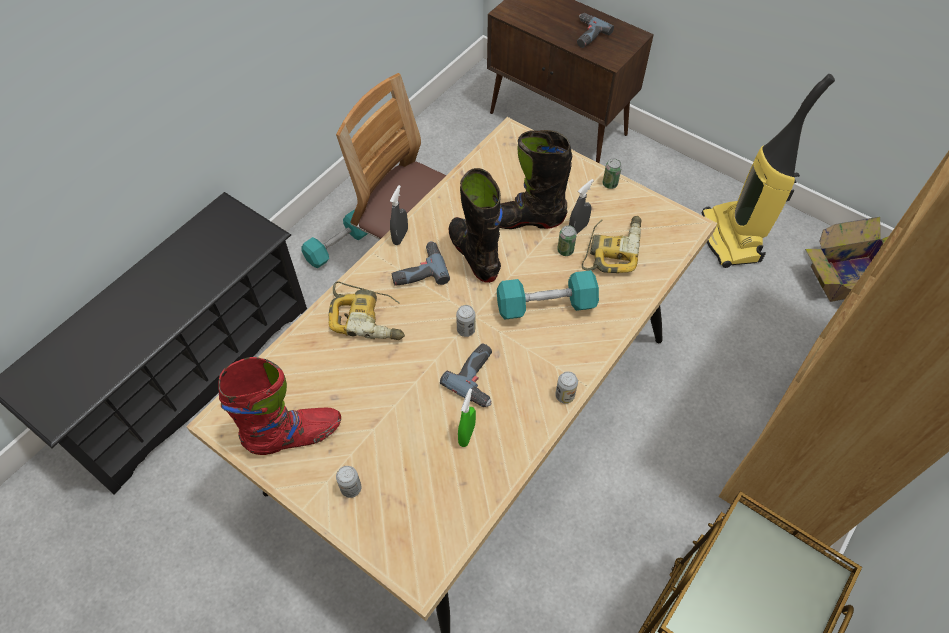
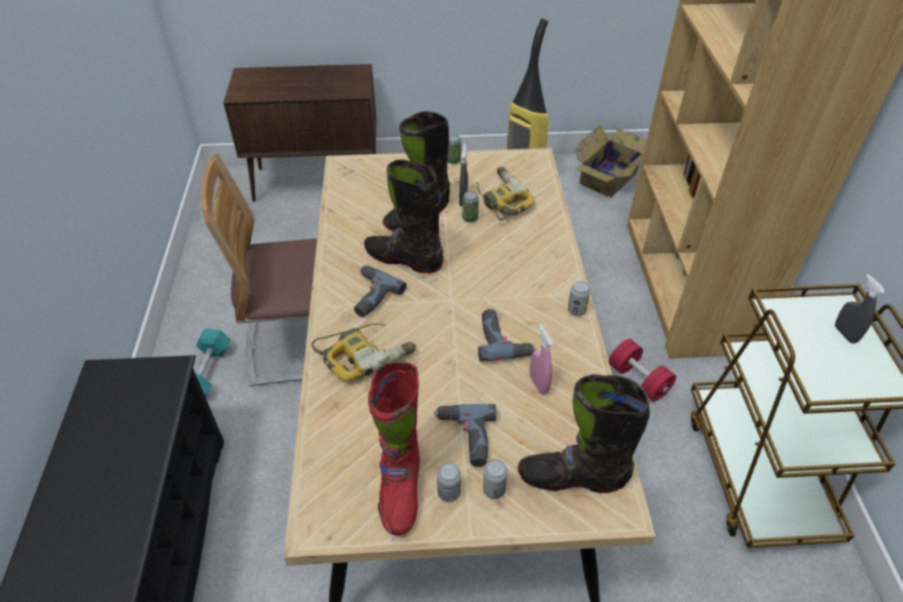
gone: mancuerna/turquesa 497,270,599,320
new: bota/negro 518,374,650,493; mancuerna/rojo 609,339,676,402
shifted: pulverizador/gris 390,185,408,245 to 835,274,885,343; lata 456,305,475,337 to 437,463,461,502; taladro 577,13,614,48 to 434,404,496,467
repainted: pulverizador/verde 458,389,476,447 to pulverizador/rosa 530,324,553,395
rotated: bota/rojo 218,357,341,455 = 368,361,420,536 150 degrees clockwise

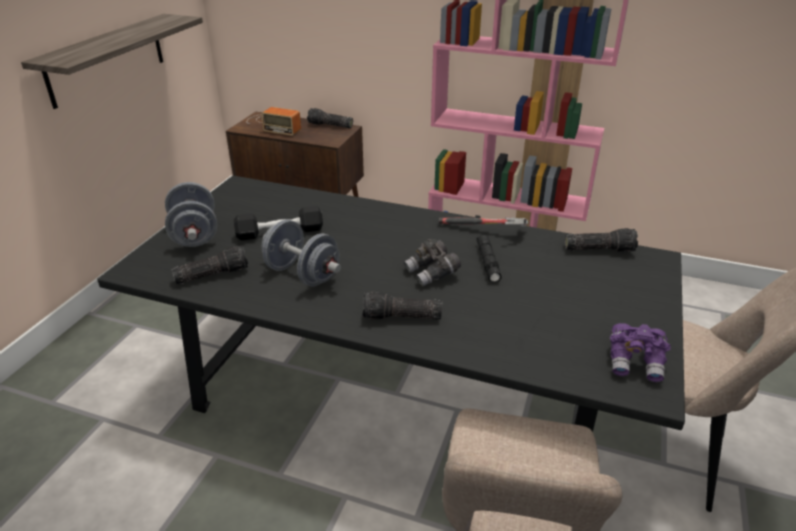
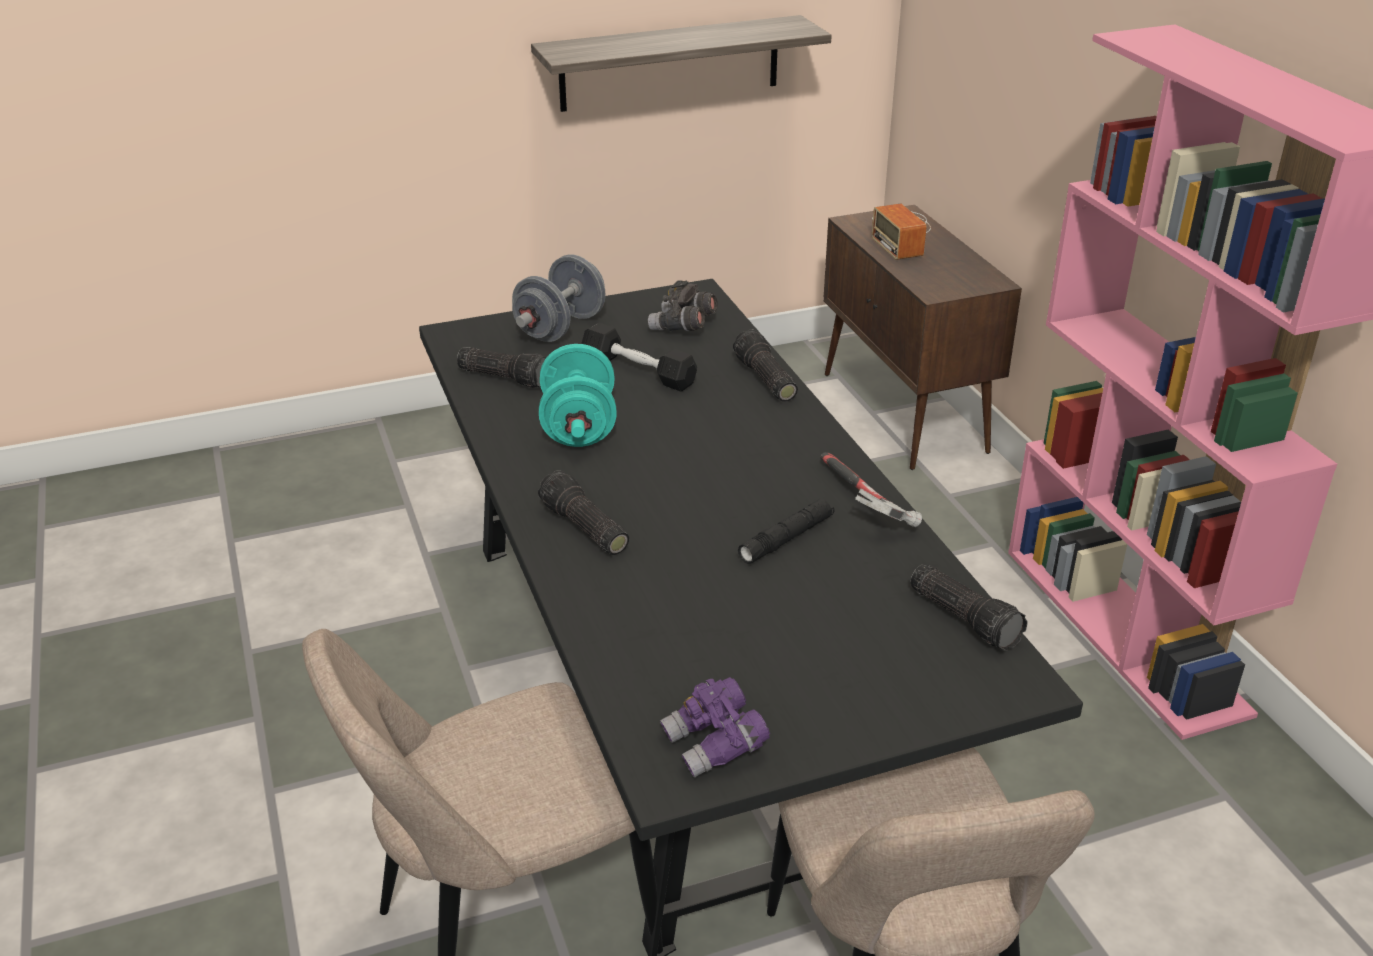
shifted: linterna 307,108,353,128 to 733,329,798,402; prismáticos/gris 404,239,461,286 to 648,280,718,331
repainted: mancuerna/gris 261,220,341,287 to mancuerna/turquesa 539,344,616,447

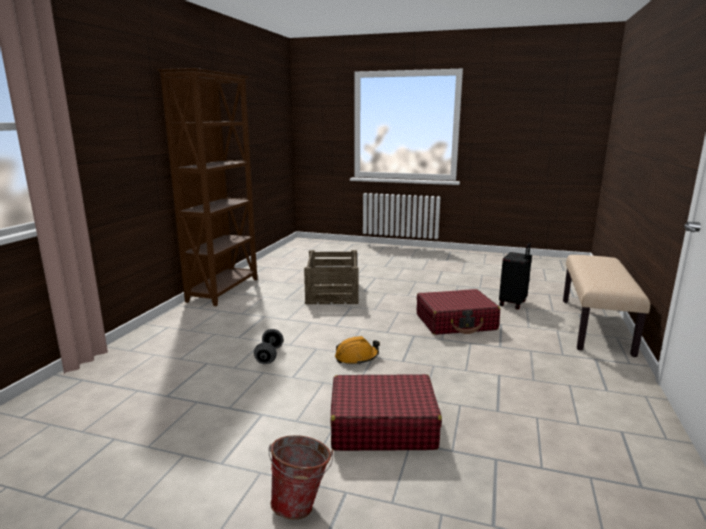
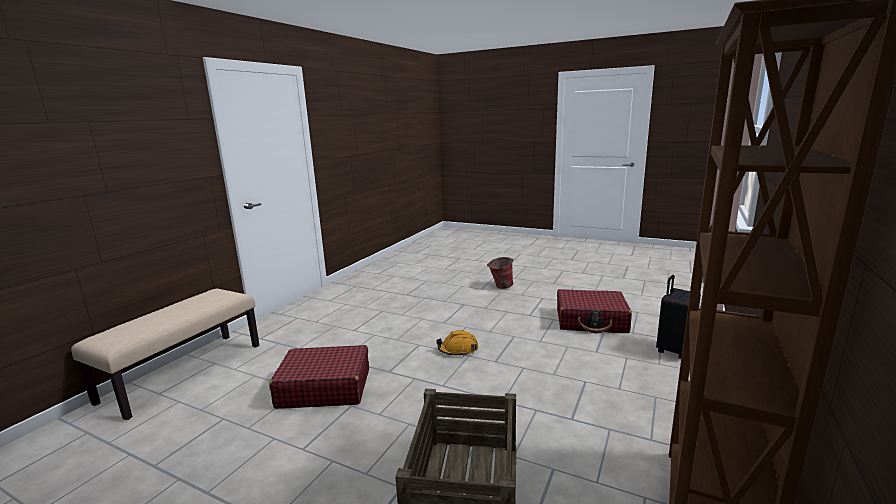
gone: mancuerna/gris 254,329,283,364
shifted: maleta/rojo 331,374,442,451 to 557,289,632,333; maleta/negro 499,243,532,309 to 656,275,701,359

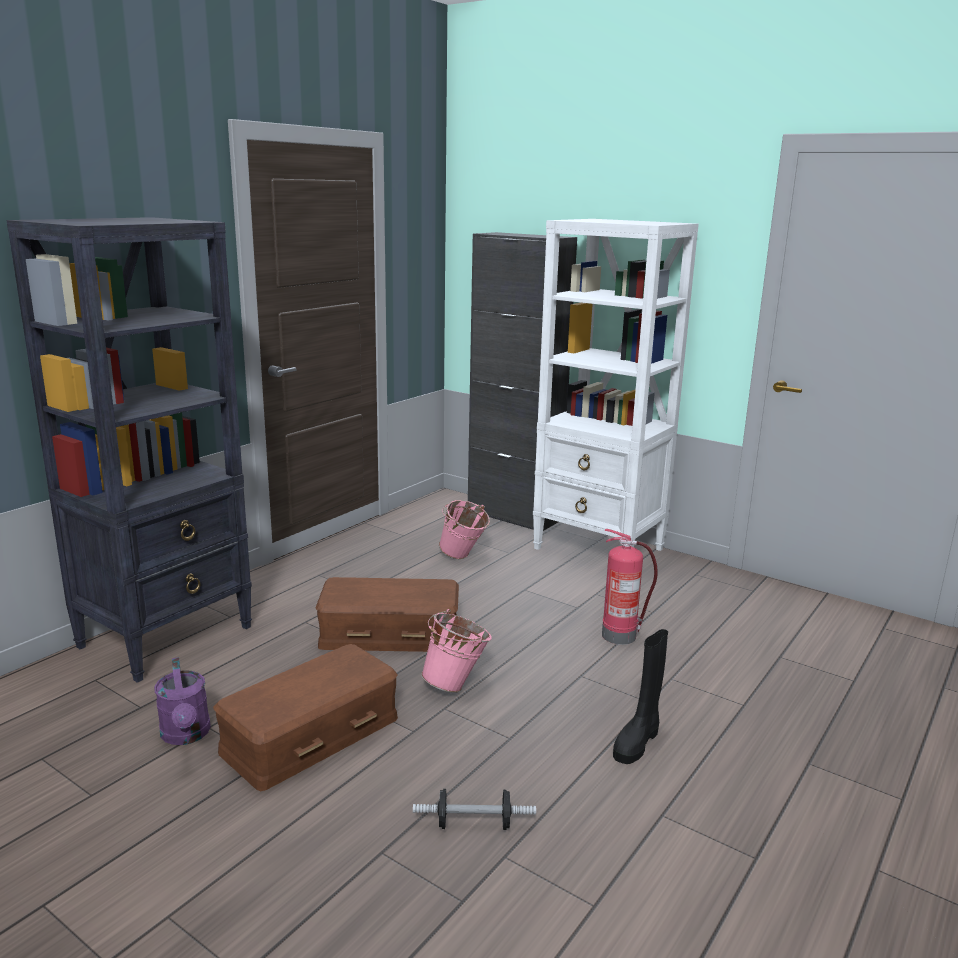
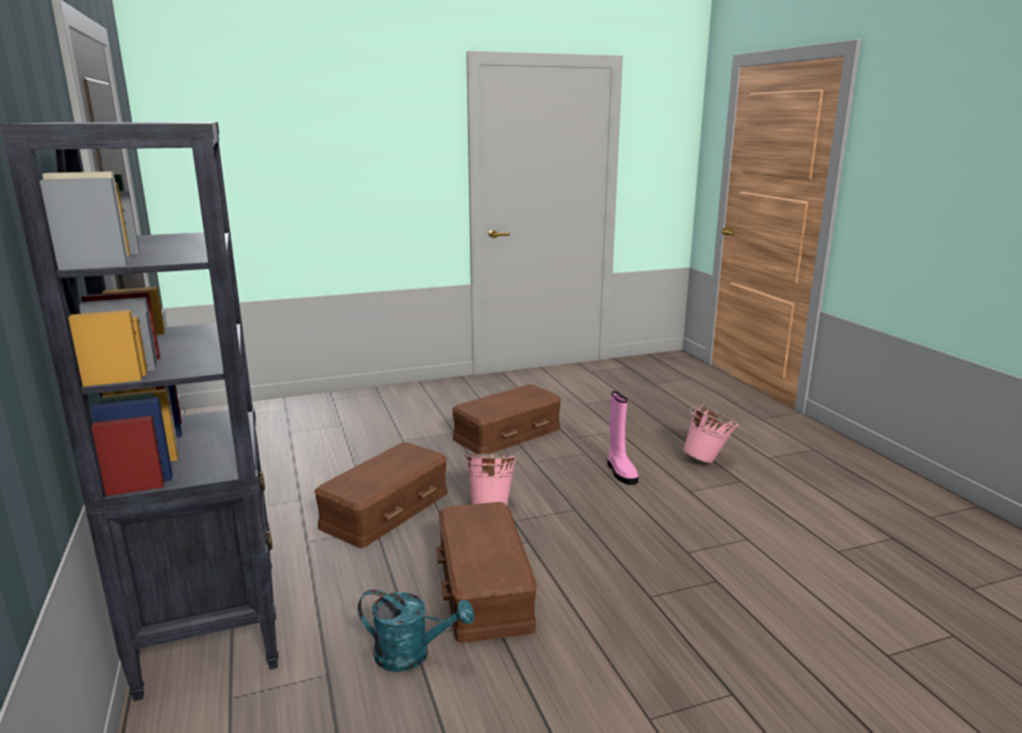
gone: mancuerna 413,789,536,830; armario/negro 468,232,577,531; estantería/blanco 533,219,699,551
shifted: cubo/rosa 439,500,490,559 to 683,404,738,464
swapped: extintor 602,529,658,645 to caja de almacenaje/marrón 452,384,561,454
repainted: regadera/morado 154,657,211,745 to regadera/turquesa 358,589,474,672; bota/negro 613,629,668,764 to bota/rosa 607,391,639,485

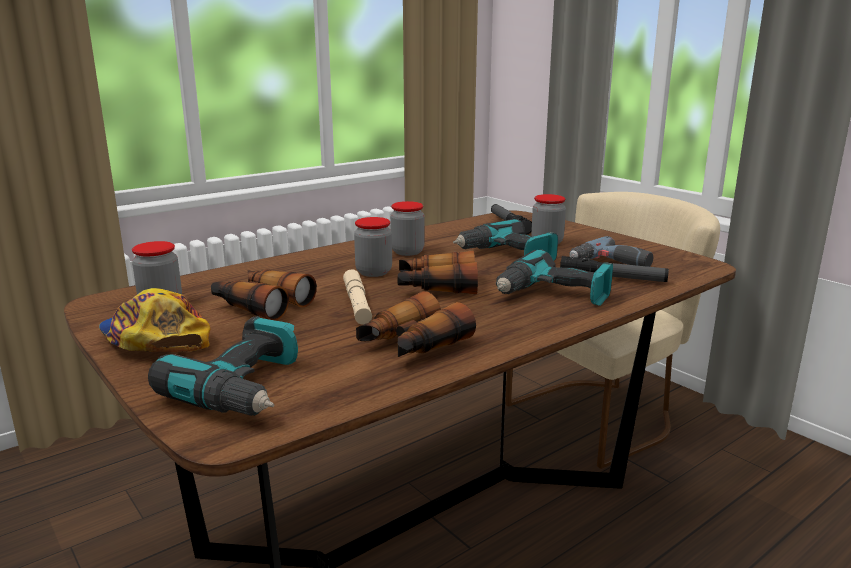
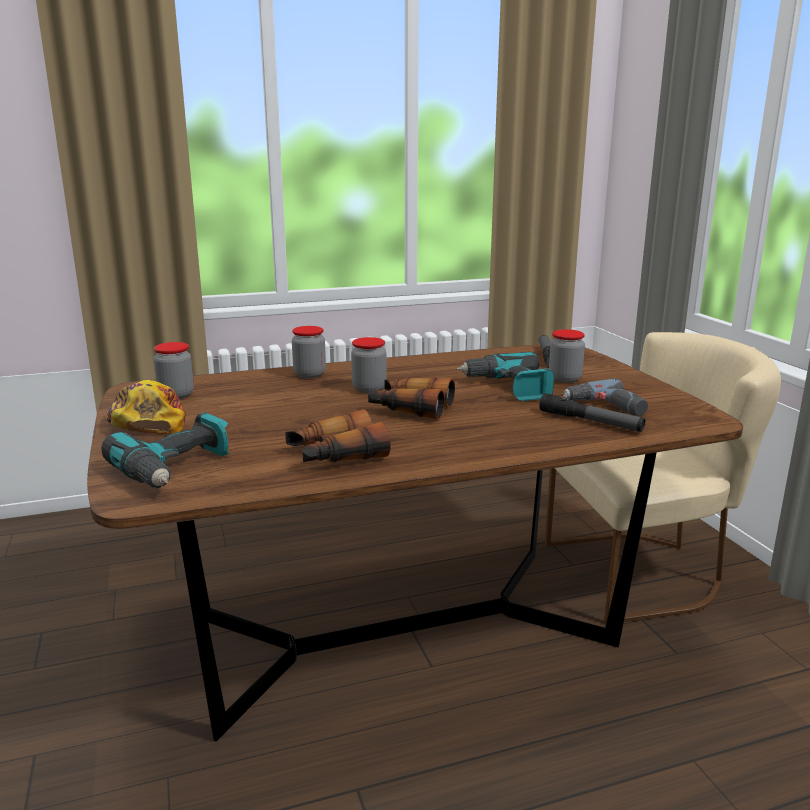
gone: prismáticos 211,269,317,321; linterna/beis 343,269,372,325; taladro 496,249,613,306
shifted: tarro 390,201,425,256 to 292,326,326,378

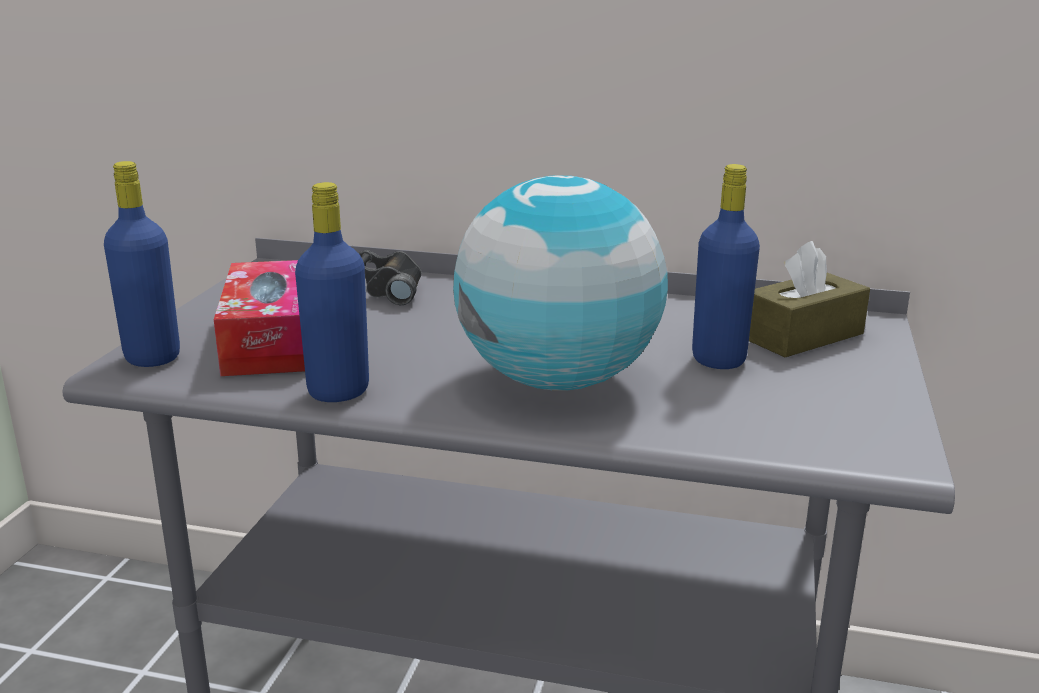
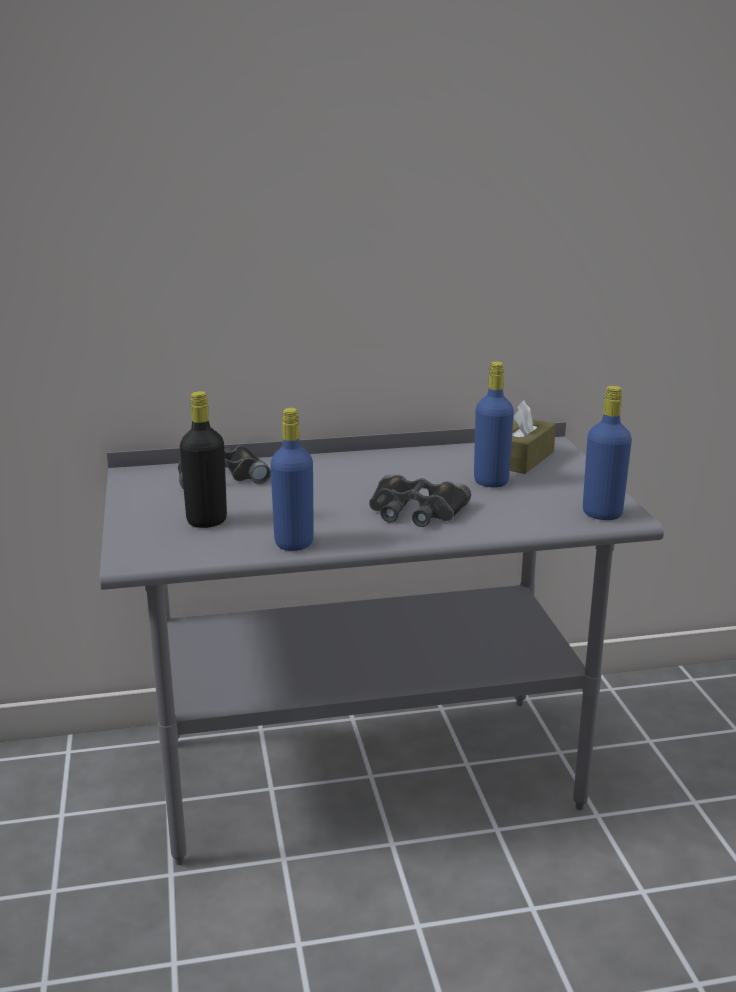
shifted: botella/azul 104,161,180,367 to 583,386,632,520
swapped: caja de pañuelos 214,260,305,376 to botella/negro 180,391,227,528; globo terráqueo 453,176,668,391 to prismáticos/negro 369,474,471,527

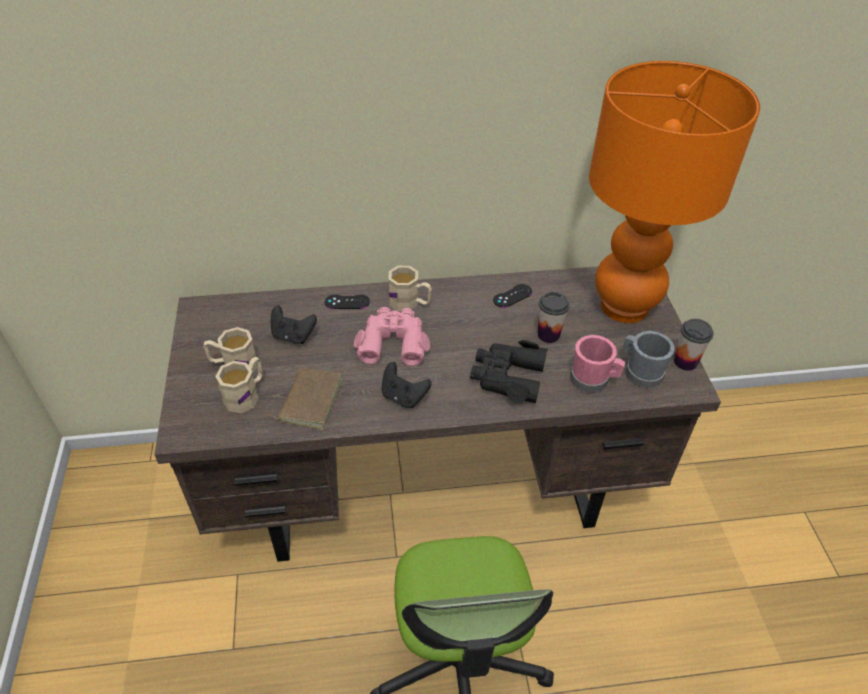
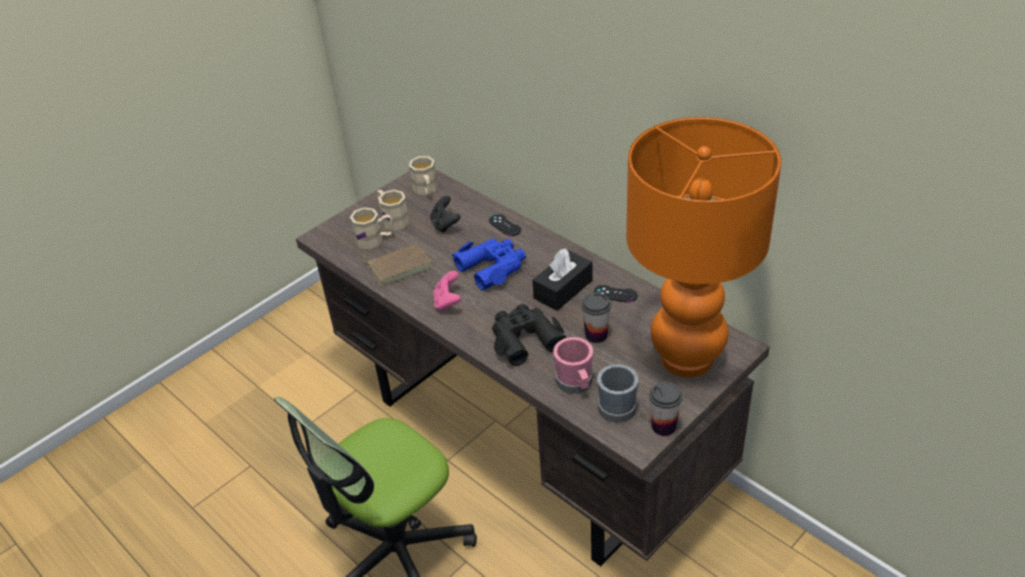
new: caja de pañuelos/negro 532,248,593,311
shifted: taza grande/beis 388,266,432,311 to 409,156,438,195
repainted: prismáticos/rosa 354,307,430,366 to prismáticos/azul 452,239,526,291; mando de consola/negro 382,362,432,408 to mando de consola/rosa 433,271,461,312

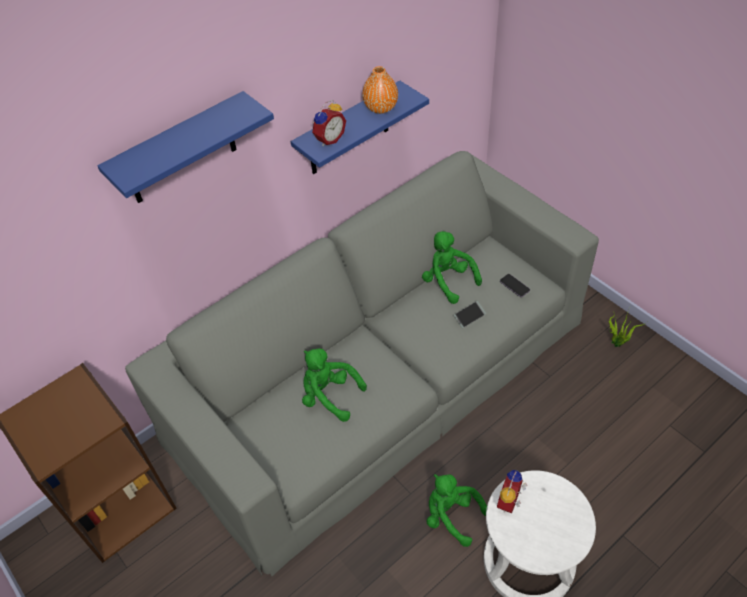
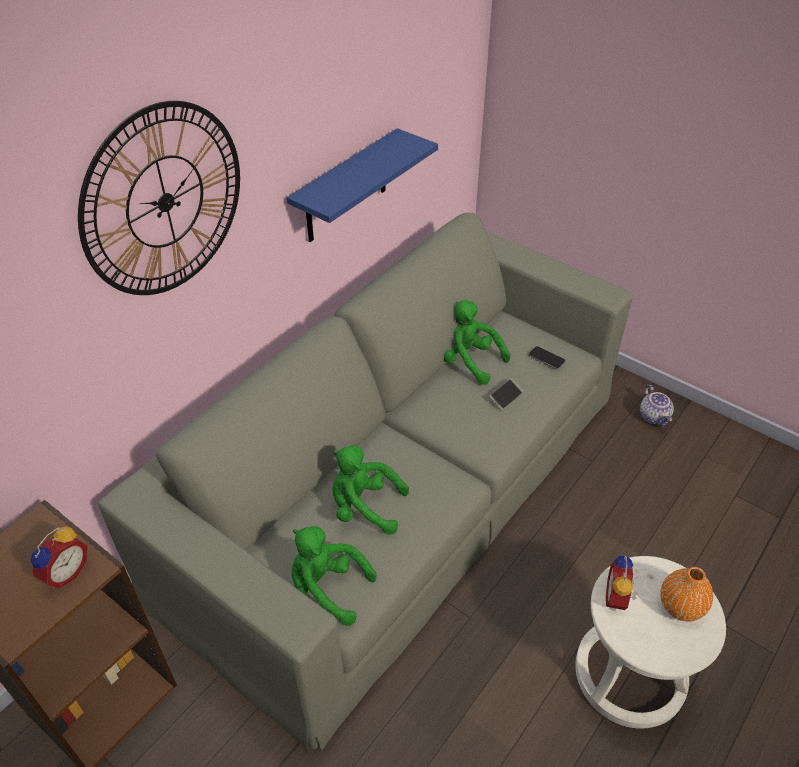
shifted: despertador 312,100,346,146 to 31,526,88,589; florero/naranja 362,66,398,114 to 660,567,713,621; peluche/verde 427,474,487,547 to 292,526,377,626
swapped: estante/azul 97,91,274,203 to reloj de pared 78,101,240,295; planta en maceta 609,310,647,347 to tetera 640,385,674,427

